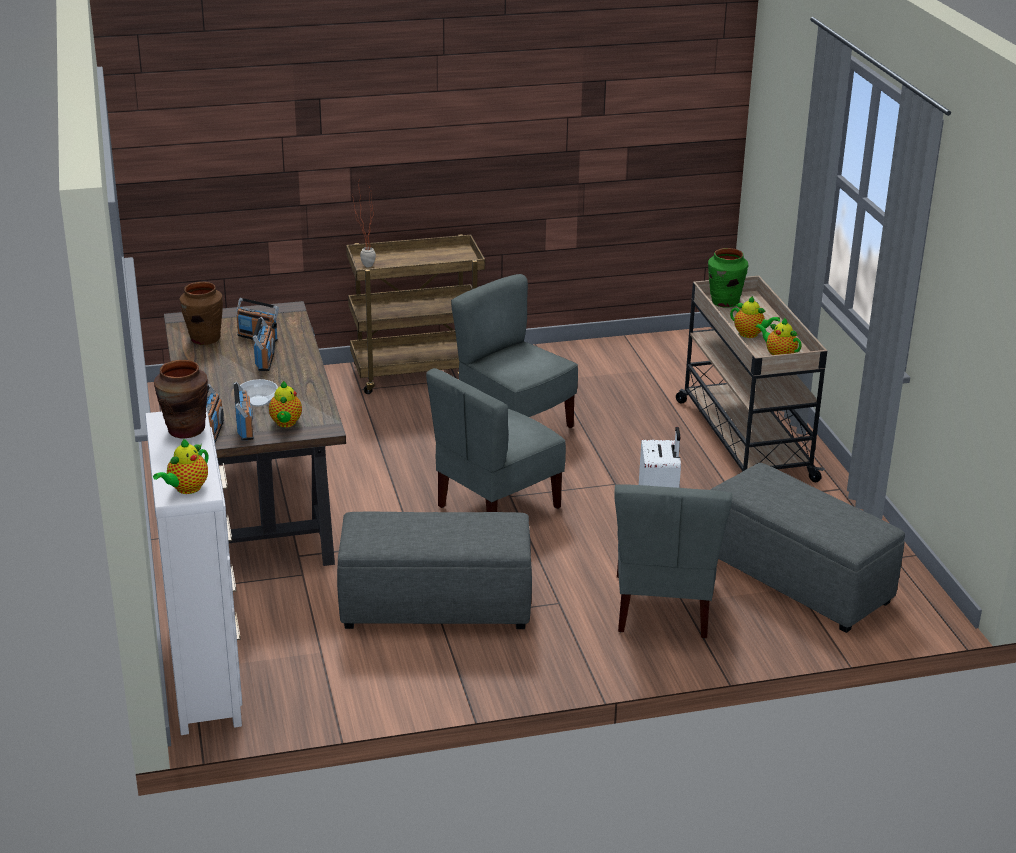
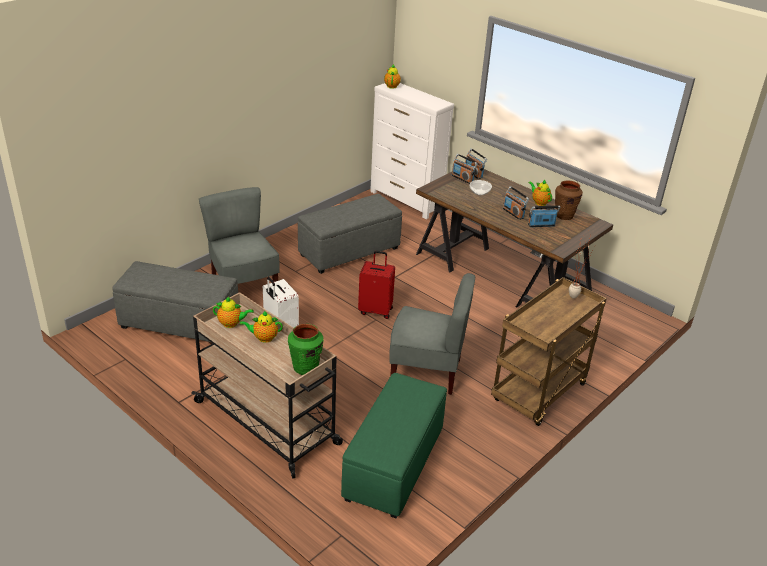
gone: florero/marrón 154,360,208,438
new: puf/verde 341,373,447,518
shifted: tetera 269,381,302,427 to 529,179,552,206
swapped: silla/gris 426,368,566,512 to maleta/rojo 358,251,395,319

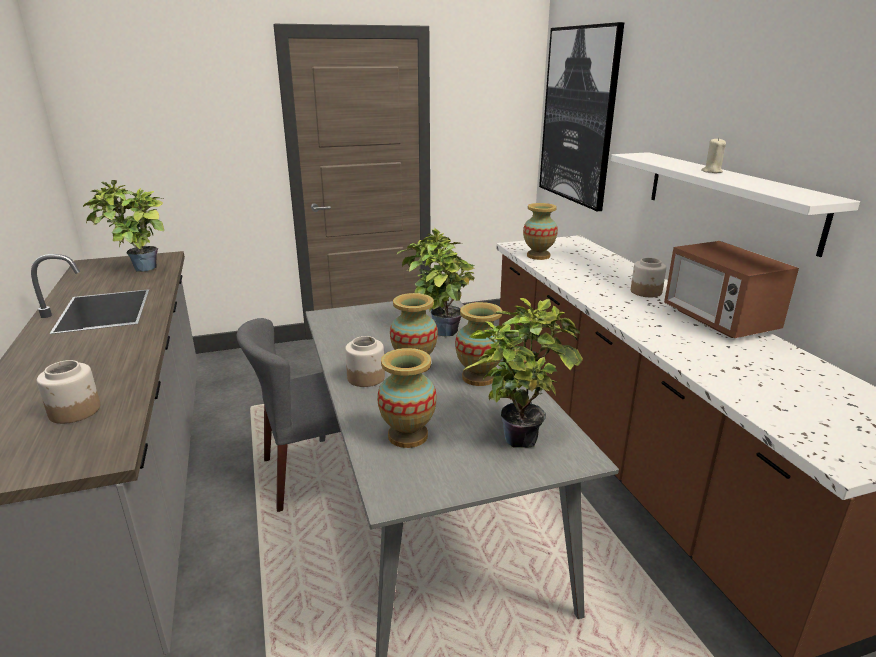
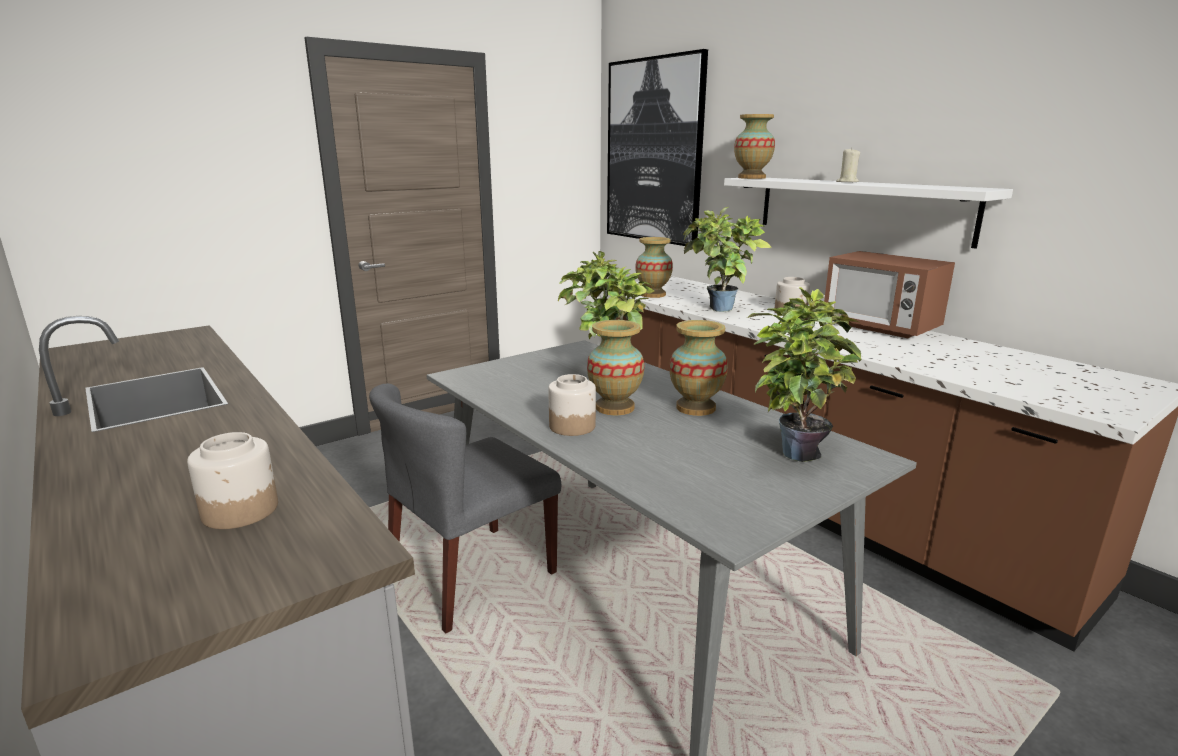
shifted: planta en maceta 83,180,164,272 to 683,207,772,312; florero 377,348,437,448 to 734,114,775,179

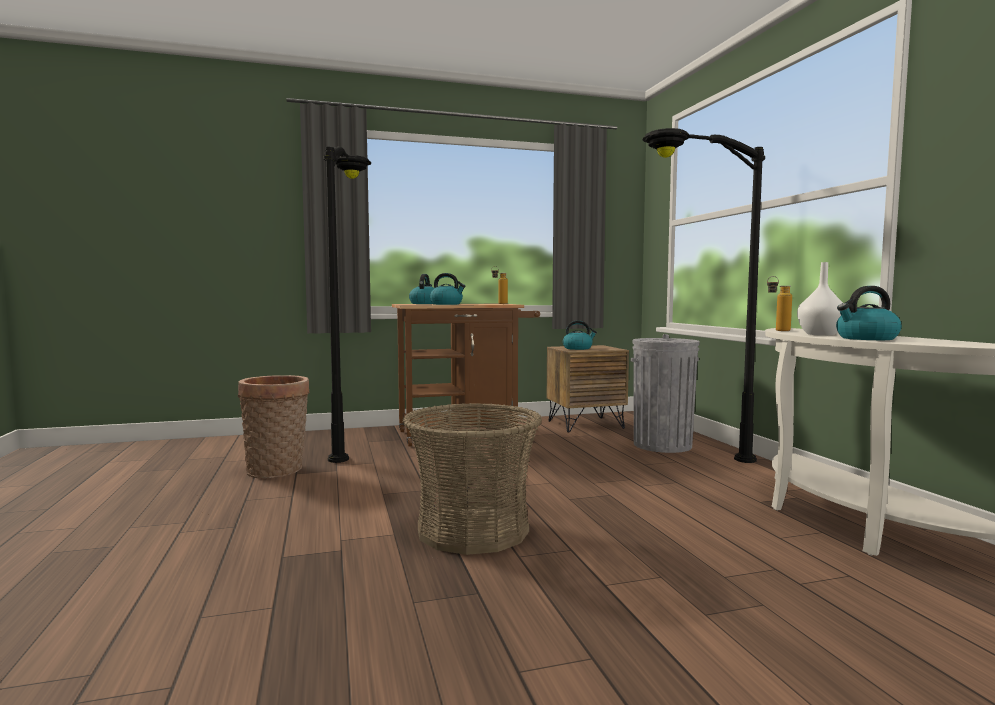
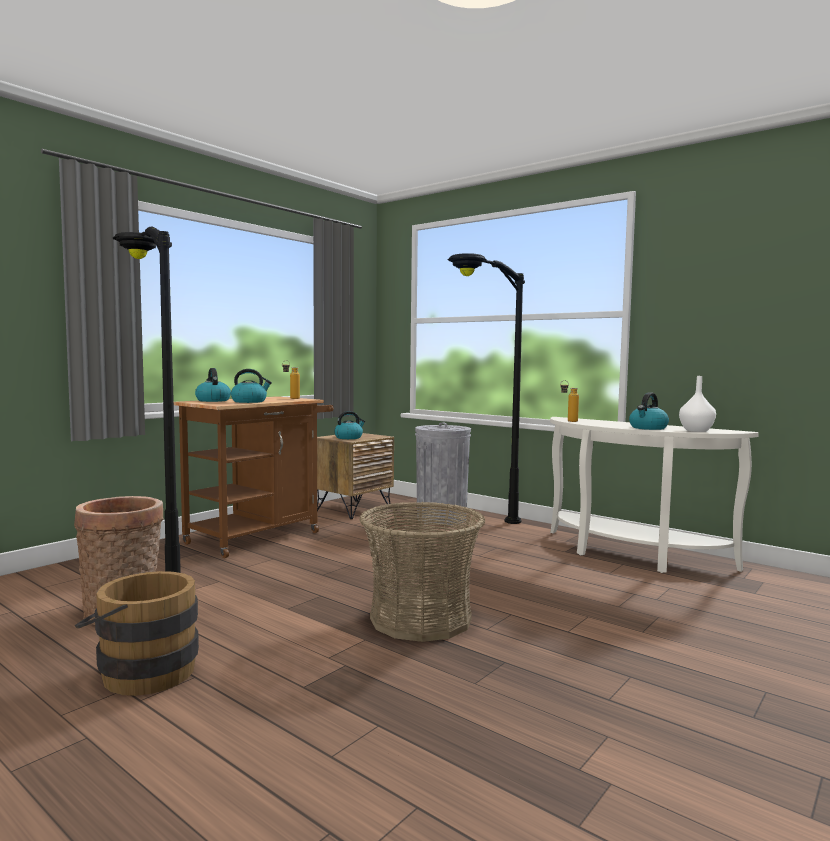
new: cubo/marrón 75,571,199,696
shifted: florero/blanco 797,262,843,335 to 679,376,716,432

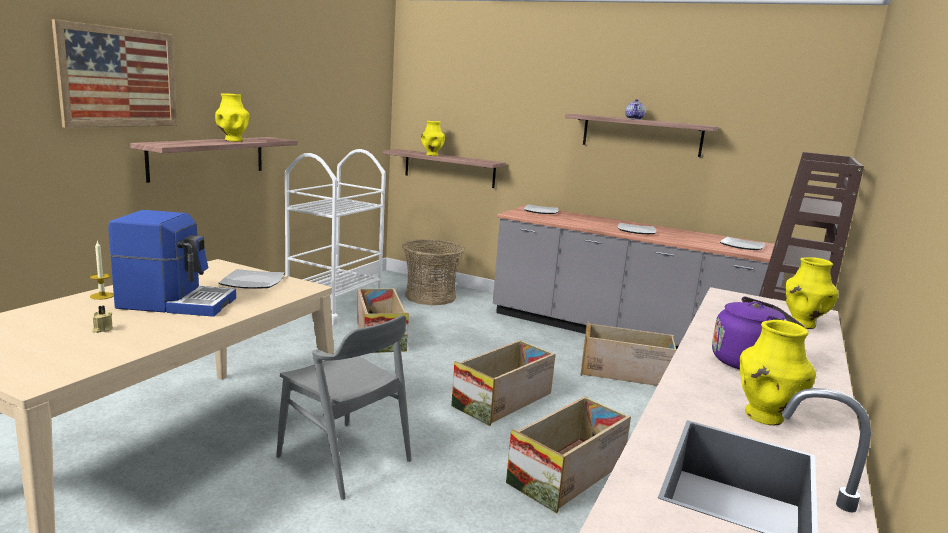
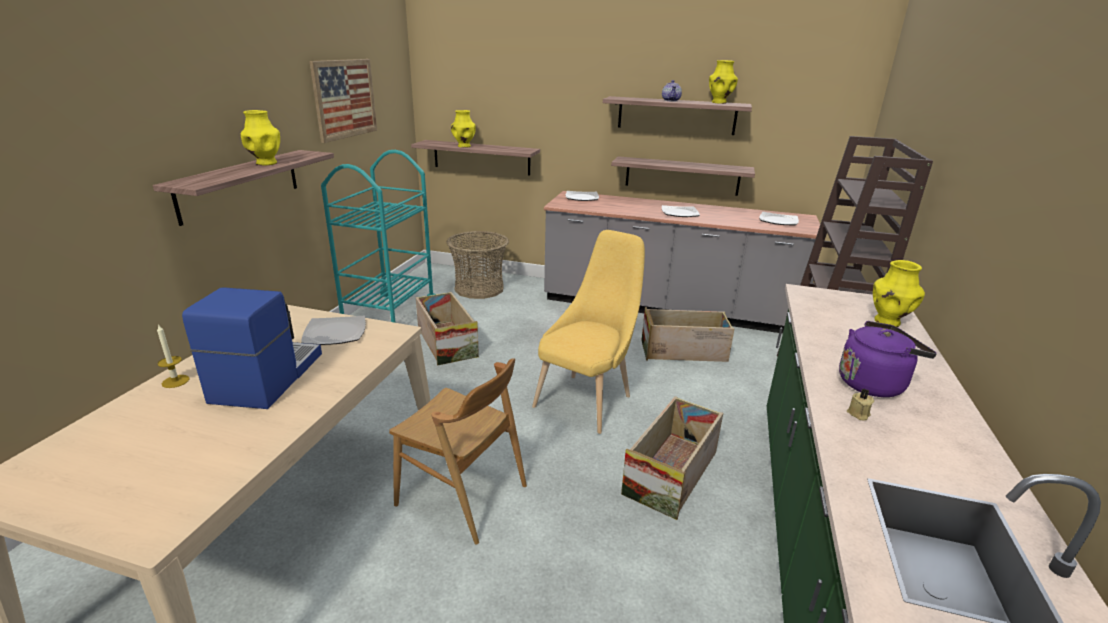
new: estante 611,156,755,196
shifted: cuadro 52,19,177,128 to 309,59,377,143; vela/beis 92,306,113,333 to 847,389,874,421; florero/amarillo 740,320,816,425 to 709,60,738,104
swapped: caja de embalaje 451,340,555,426 to silla/amarillo 532,230,645,434
repainted: silla/gris 276,315,411,500 to silla/marrón 389,358,527,544; carrito/blanco 285,149,386,325 to carrito/turquesa 321,150,436,323
rotated: cafetera 108,210,236,317 = 182,287,322,409 75 degrees counterclockwise

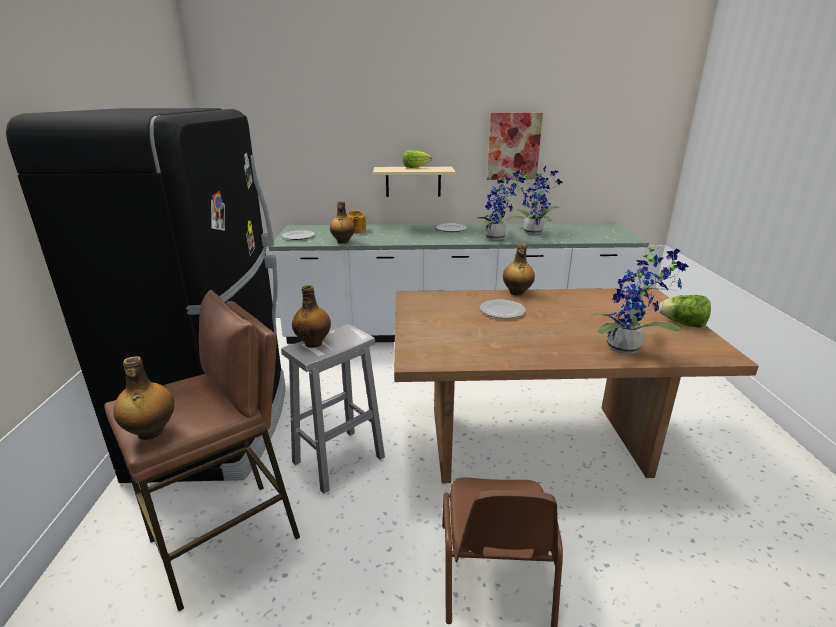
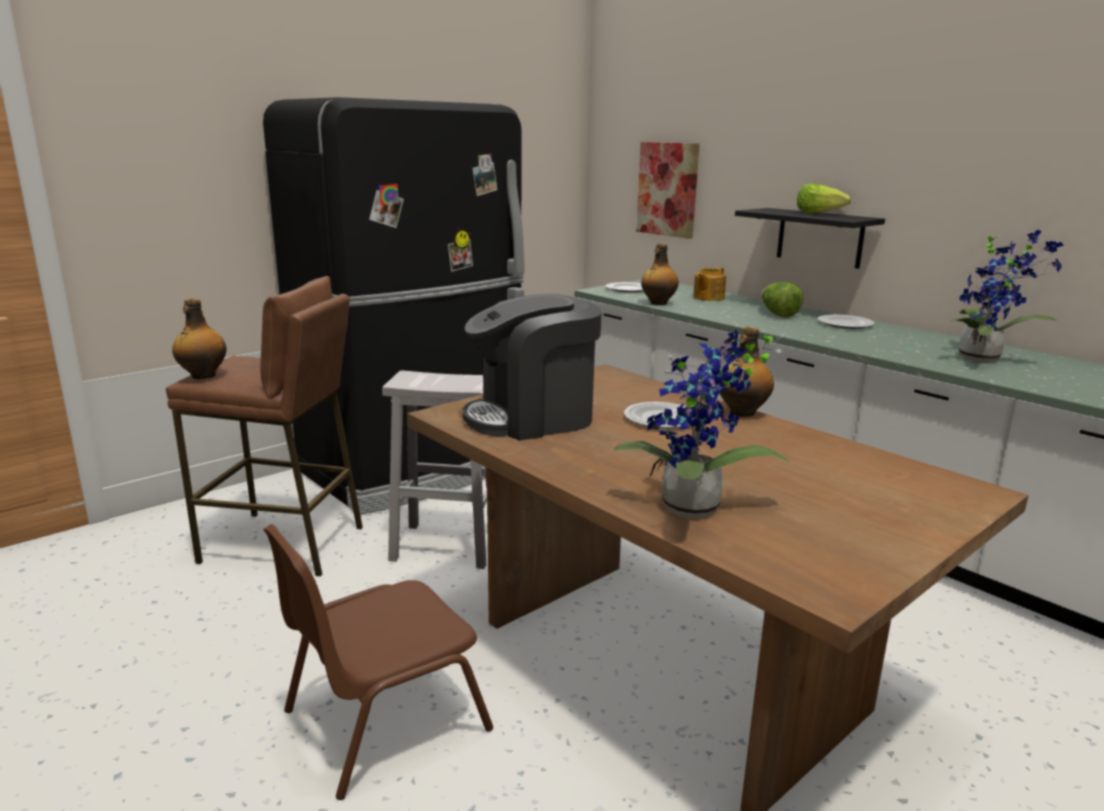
gone: botella 292,285,331,348; planta en maceta 478,171,526,240
new: cafetera 463,294,602,440
shifted: cuadro 487,113,543,180 to 636,142,700,239; lechuga 659,295,711,328 to 761,282,803,317
repainted: estante/beis 373,167,456,197 to estante/negro 735,208,885,269

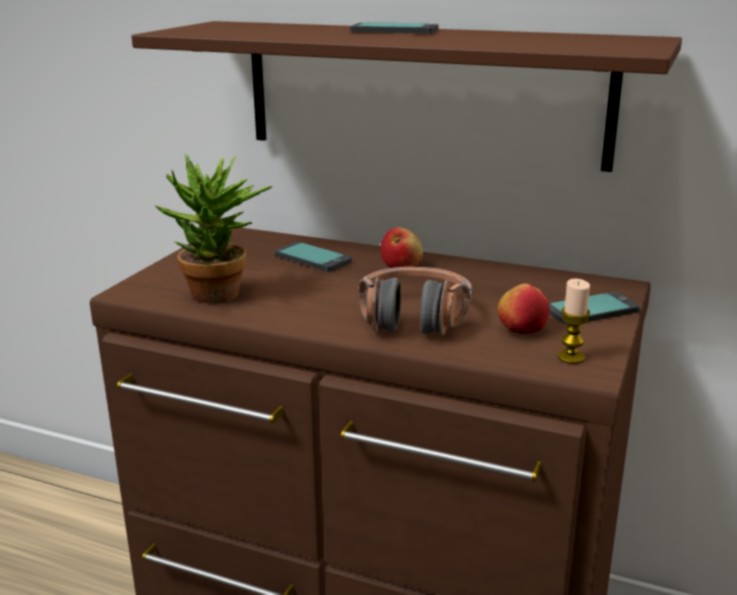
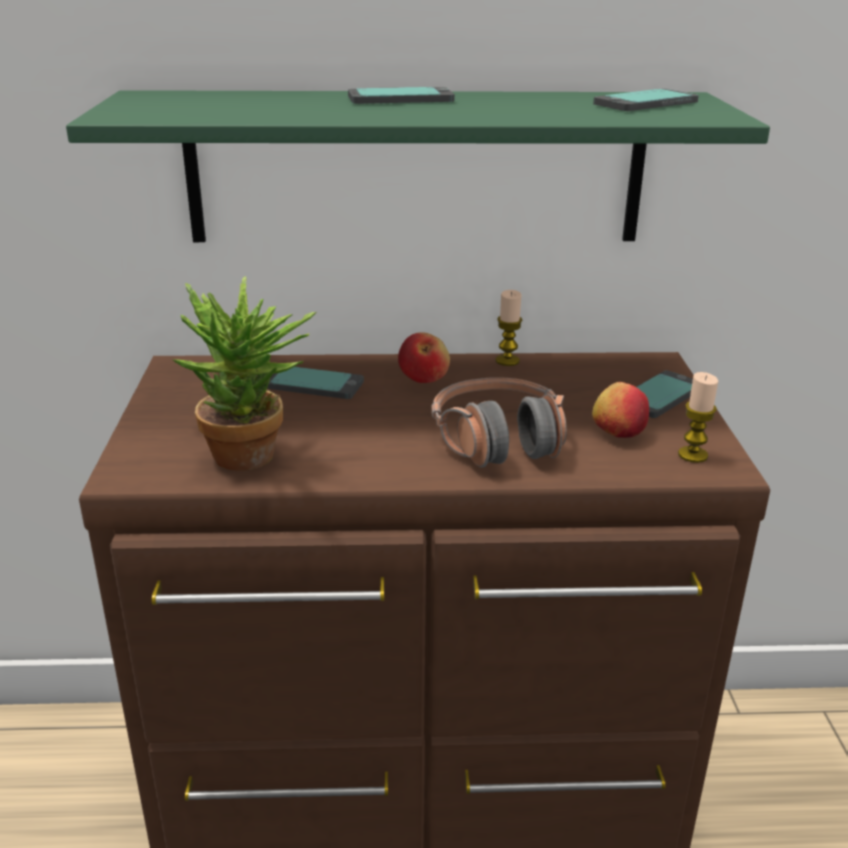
new: vela 496,290,522,366; móvil 593,89,699,111
repainted: estante/marrón 132,21,682,172 to estante/verde 66,90,770,242

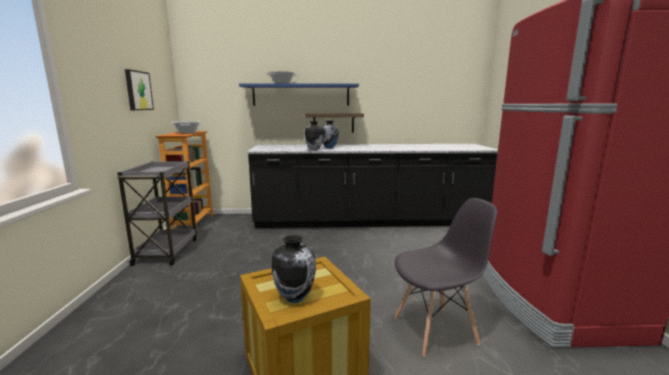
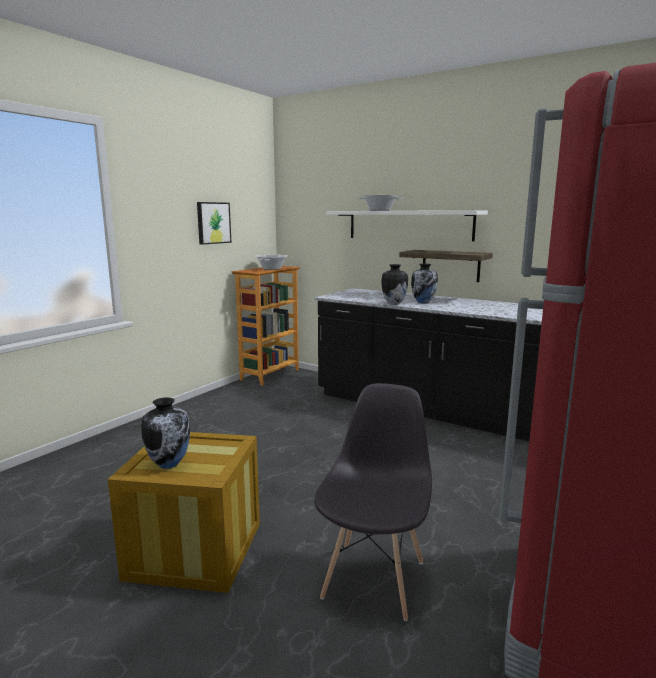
gone: carrito/gris 117,161,197,266
repainted: estante/azul 239,83,359,106 to estante/blanco 326,210,488,241
rotated: silla/gris 395,198,497,357 = 314,383,432,621 90 degrees counterclockwise

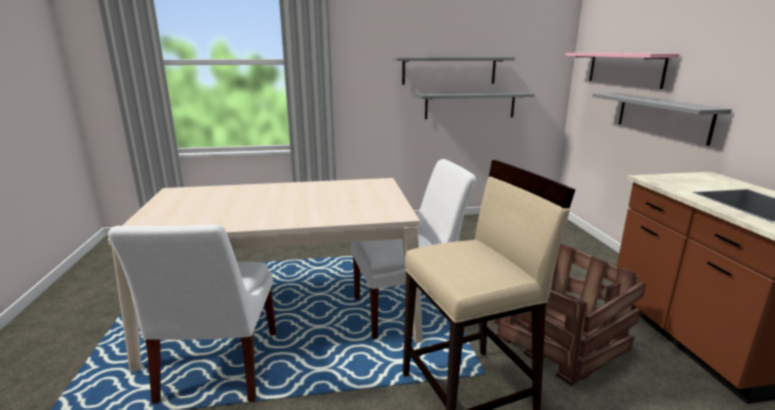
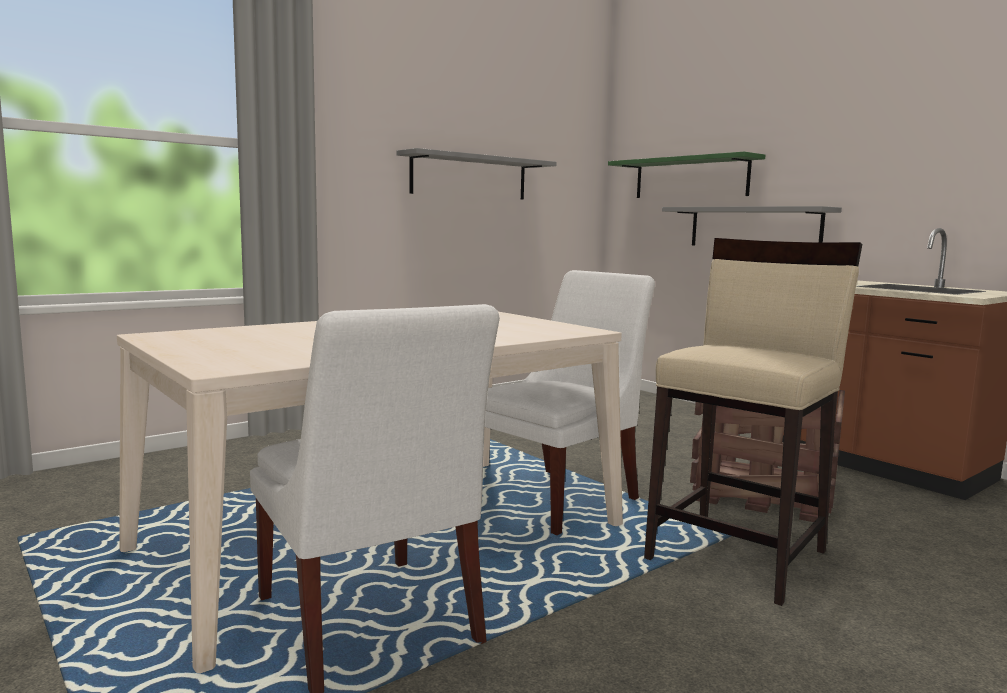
gone: estante/gris 416,92,535,119
repainted: estante/rosa 565,53,680,89 to estante/verde 608,152,765,198

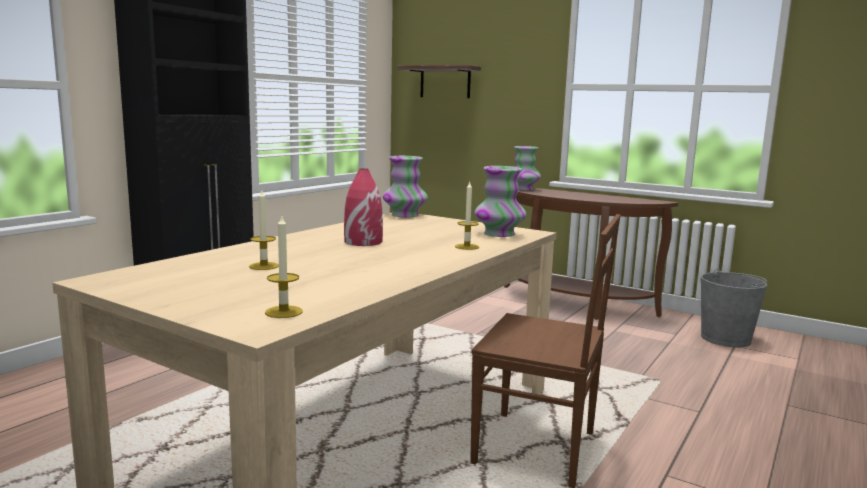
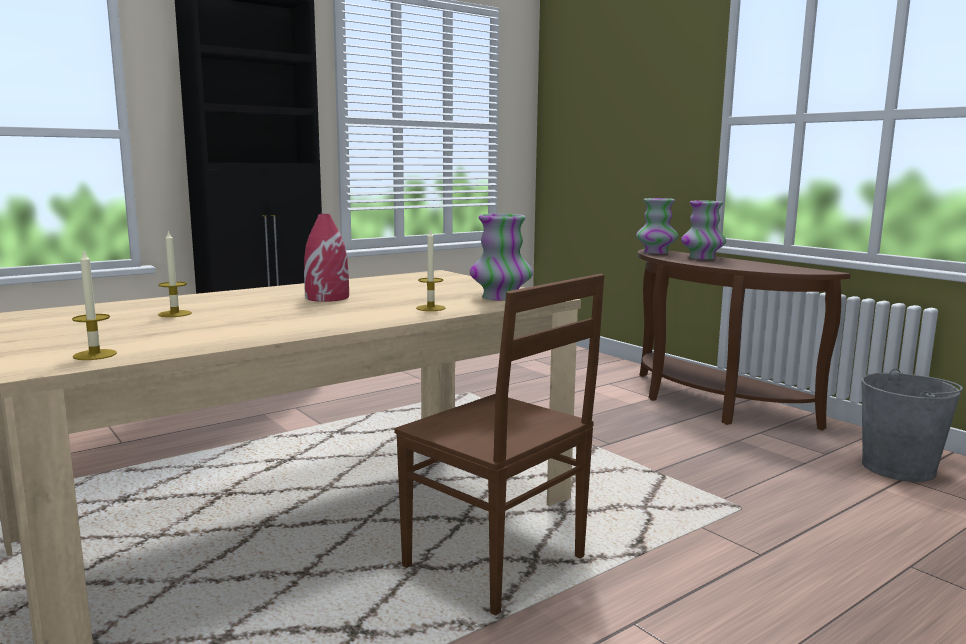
gone: estante 398,65,481,98
shifted: florero 383,156,428,218 to 681,200,726,260

